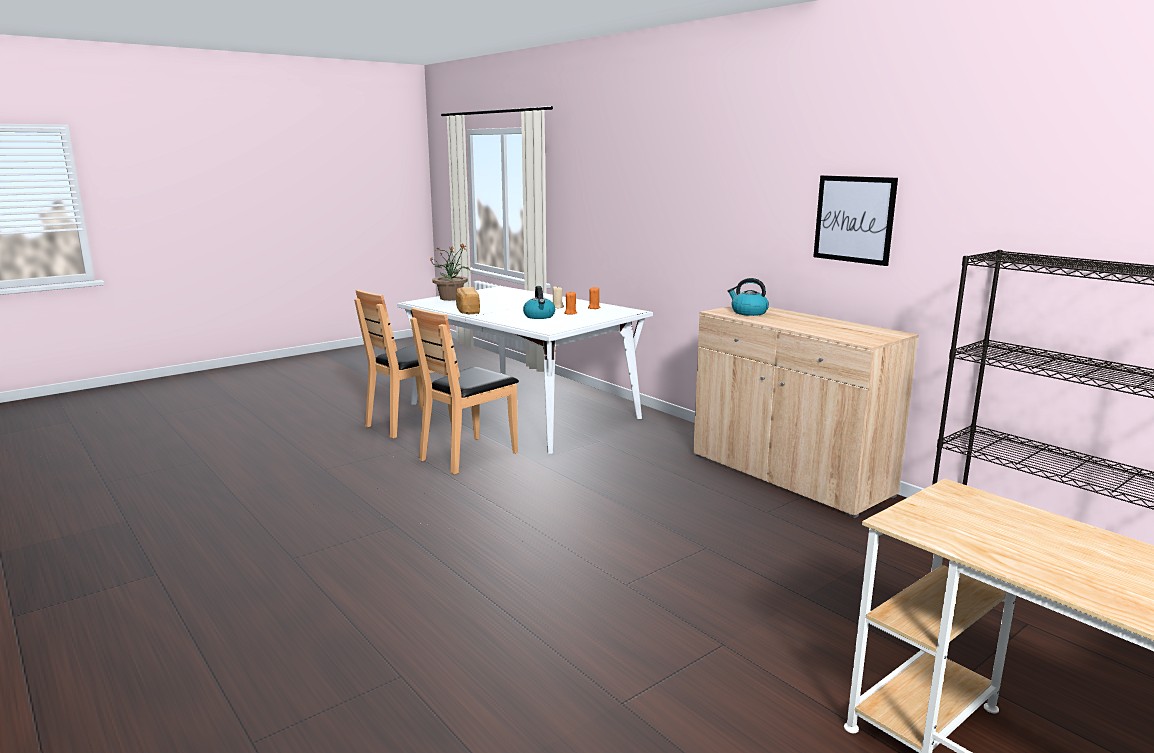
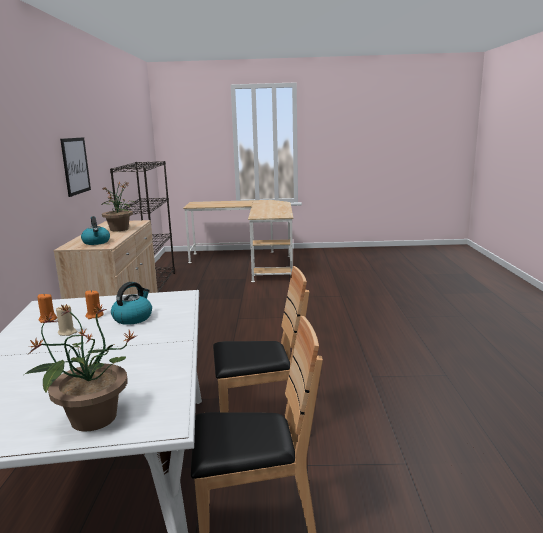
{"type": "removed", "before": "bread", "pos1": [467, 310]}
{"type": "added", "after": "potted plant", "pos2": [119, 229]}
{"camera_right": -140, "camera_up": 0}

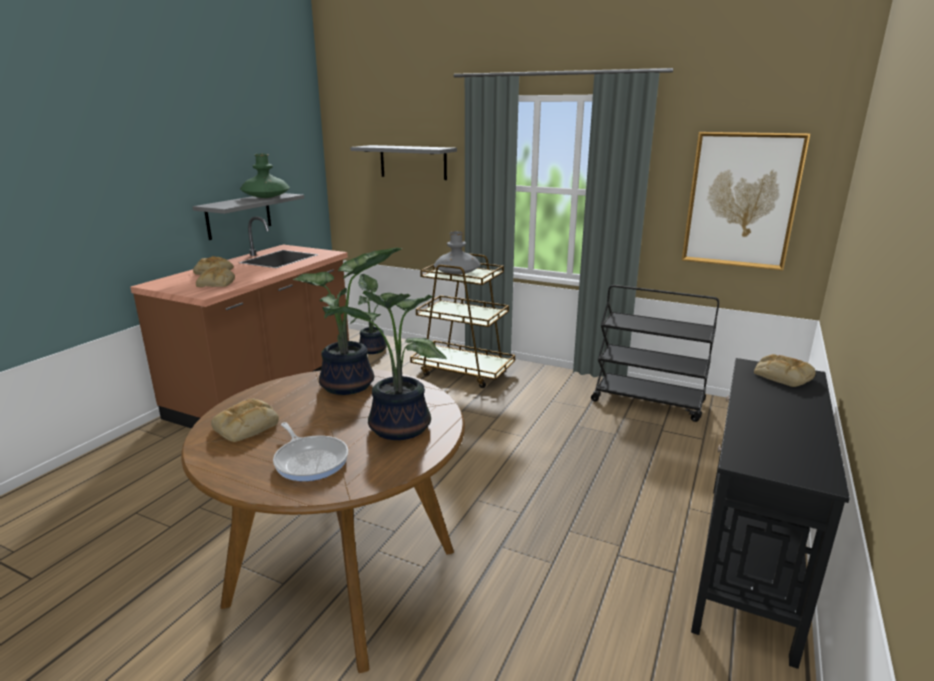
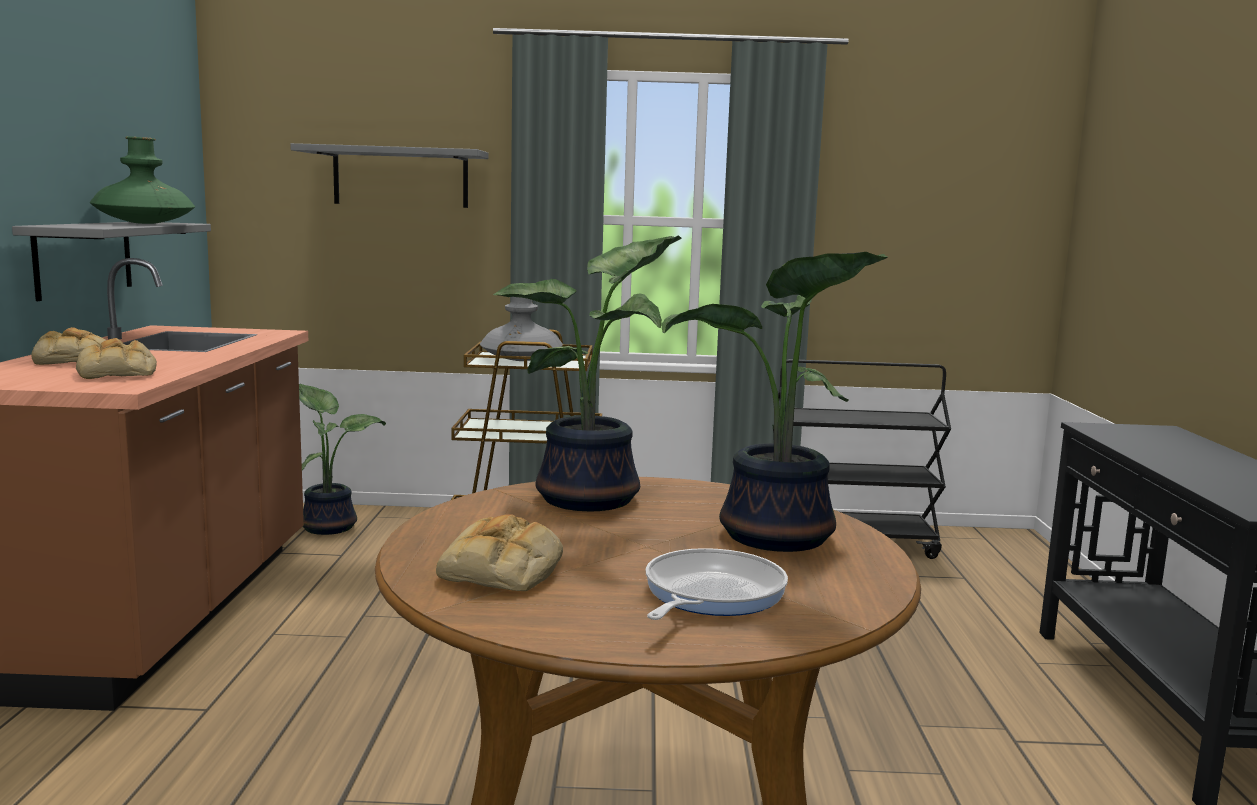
{"type": "turned", "before": "frying pan", "pos1": [310, 460], "pos2": [709, 594], "turn": -90}
{"type": "removed", "before": "picture", "pos1": [741, 200]}
{"type": "removed", "before": "bread", "pos1": [781, 376]}
{"camera_right": -25, "camera_up": -10}

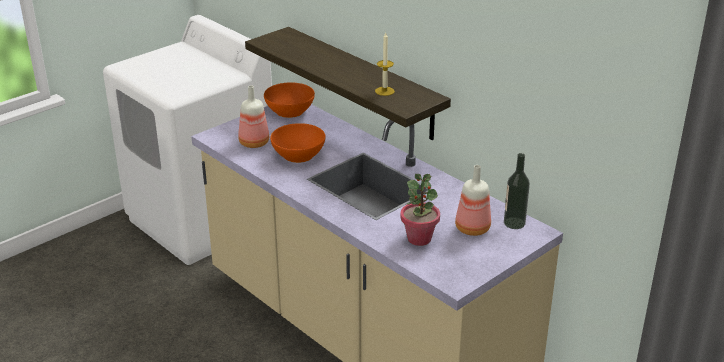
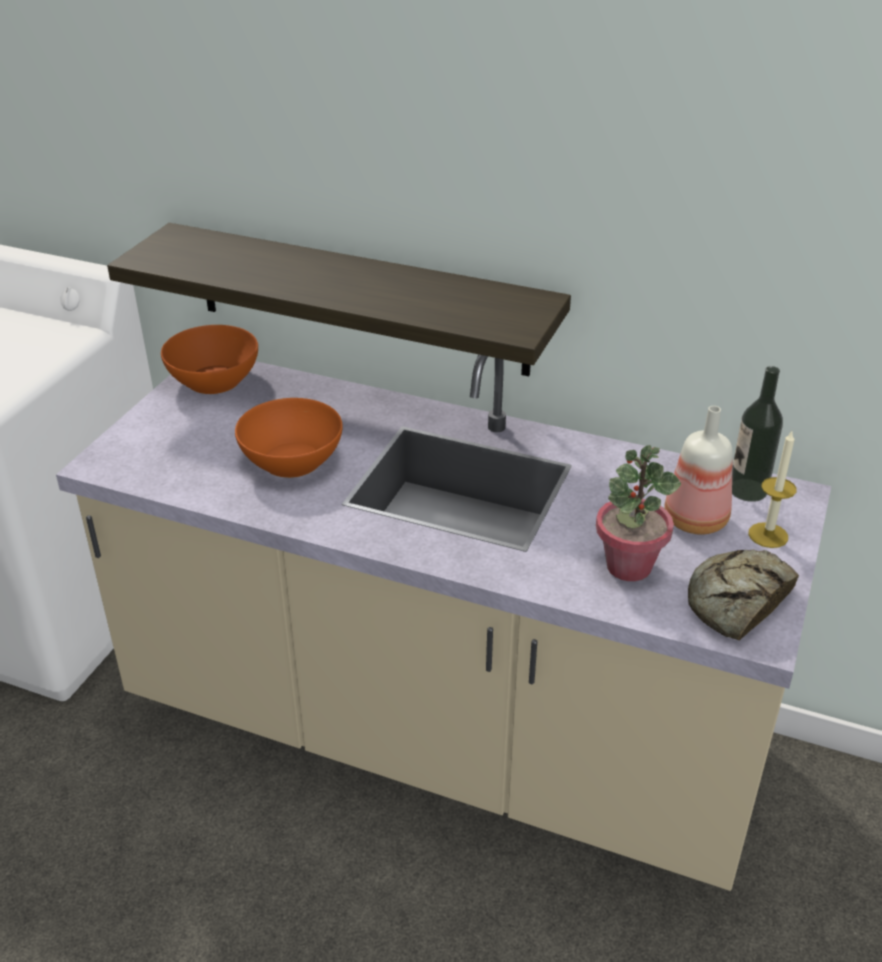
{"type": "removed", "before": "bottle", "pos1": [253, 143]}
{"type": "moved", "before": "candle", "pos1": [384, 91], "pos2": [768, 535]}
{"type": "added", "after": "bread", "pos2": [737, 601]}
{"camera_right": -25, "camera_up": 5}

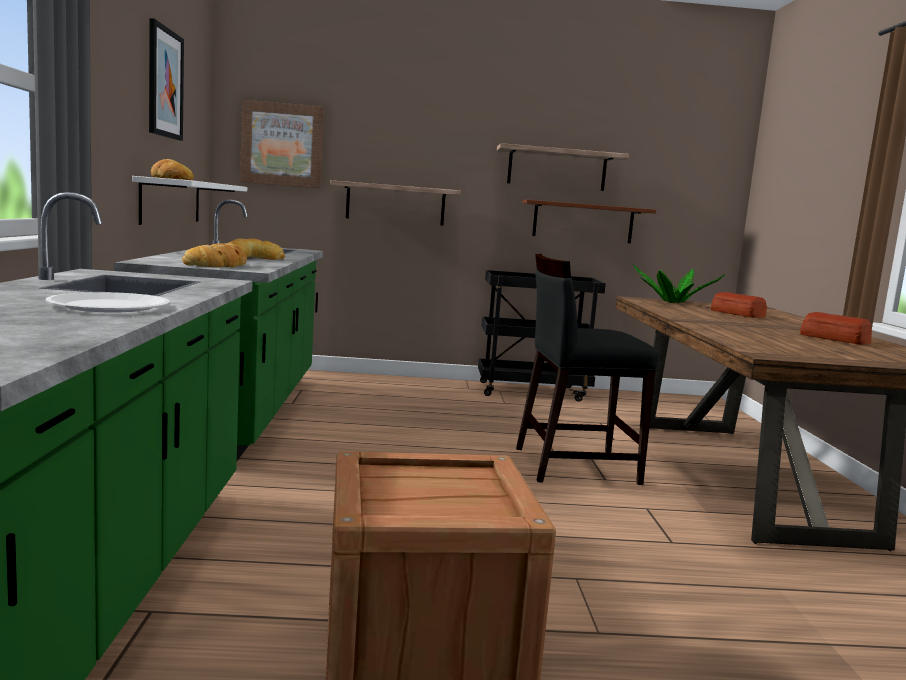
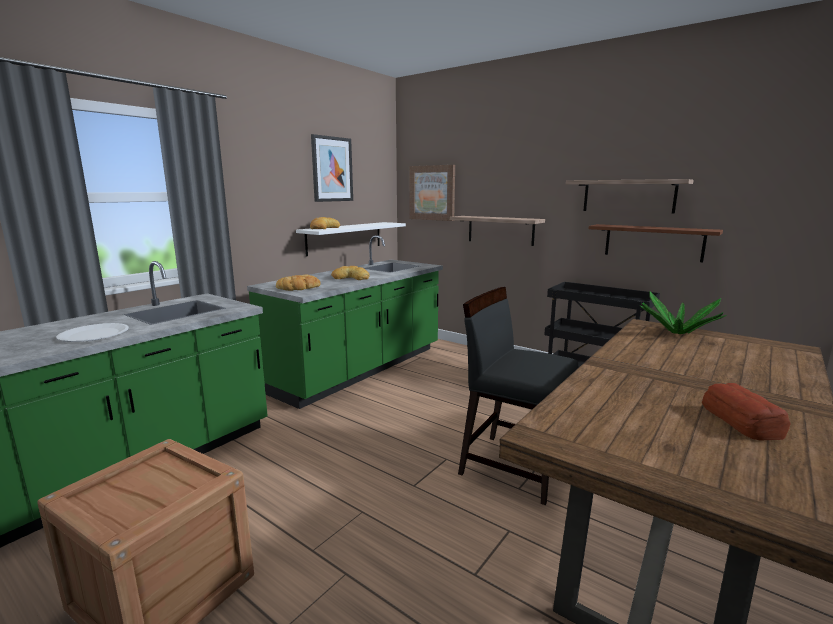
{"type": "removed", "before": "bread", "pos1": [737, 314]}
{"camera_right": 40, "camera_up": 5}

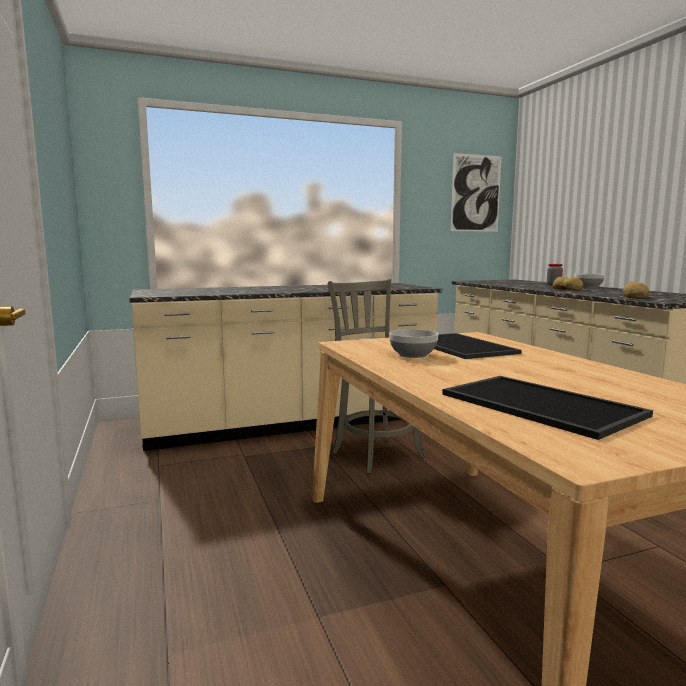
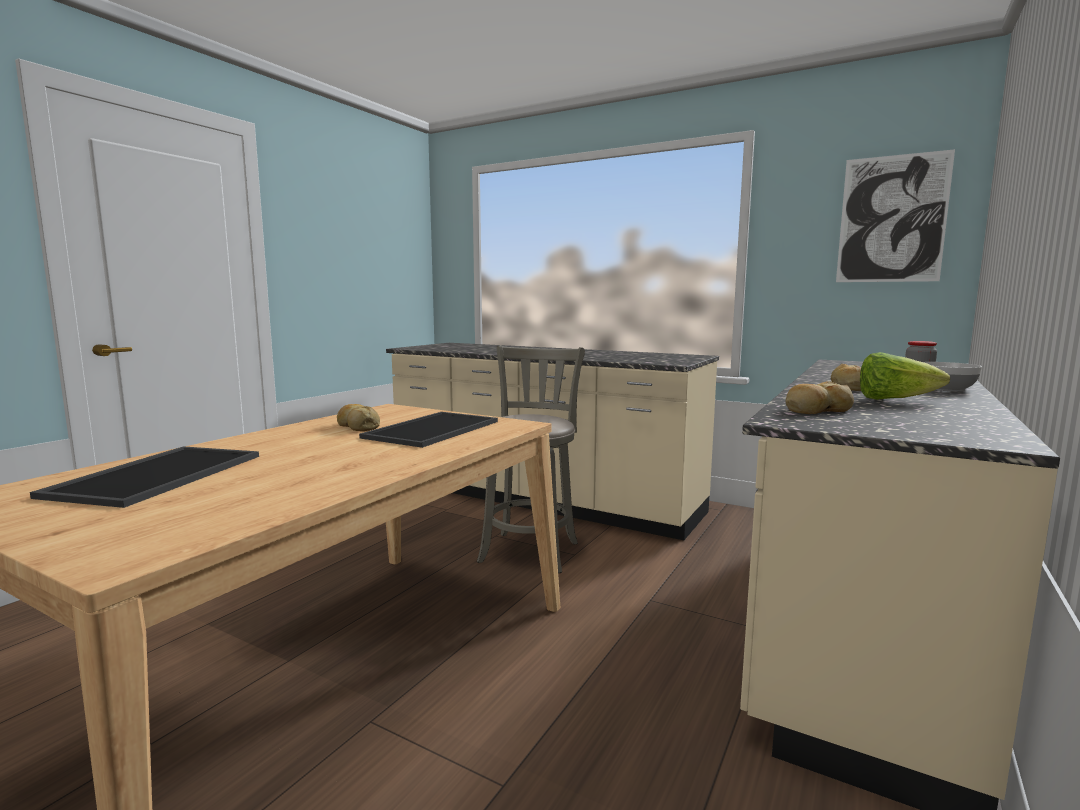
{"type": "replaced", "before": "bowl", "after": "bread", "pos1": [413, 355], "pos2": [358, 426]}
{"type": "added", "after": "lettuce", "pos2": [894, 400]}
{"camera_right": 50, "camera_up": 0}

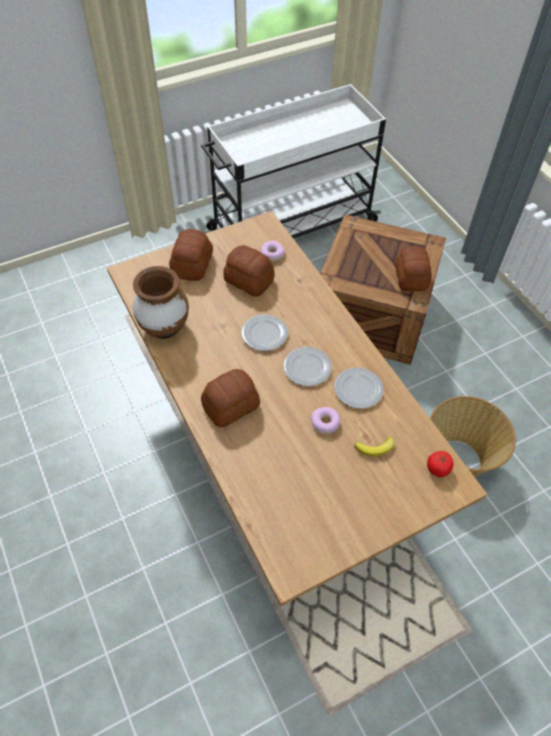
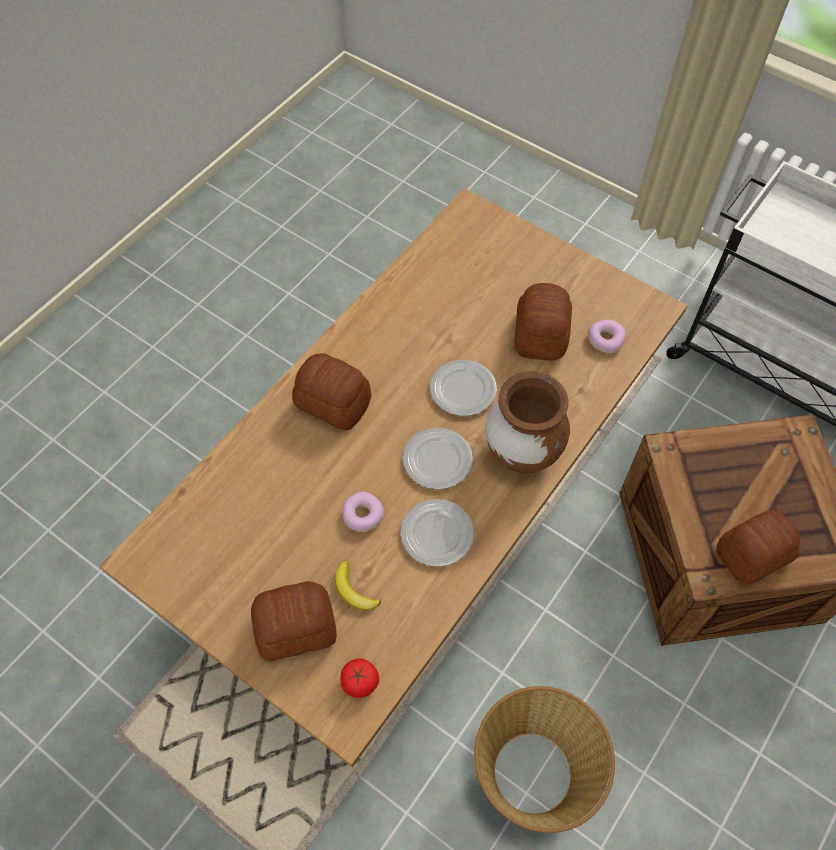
{"type": "moved", "before": "vase (brown)", "pos1": [164, 327], "pos2": [522, 452]}
{"type": "moved", "before": "bread", "pos1": [193, 265], "pos2": [296, 629]}
{"camera_right": 65, "camera_up": 5}

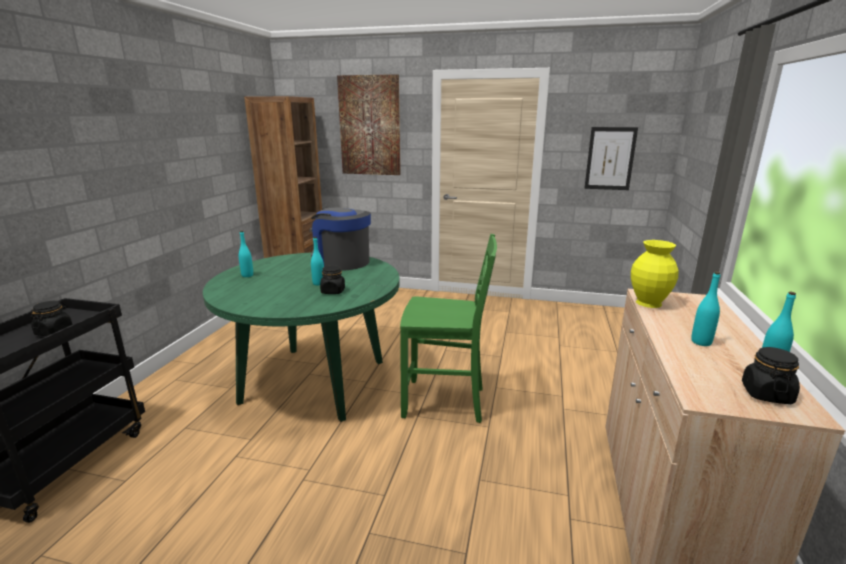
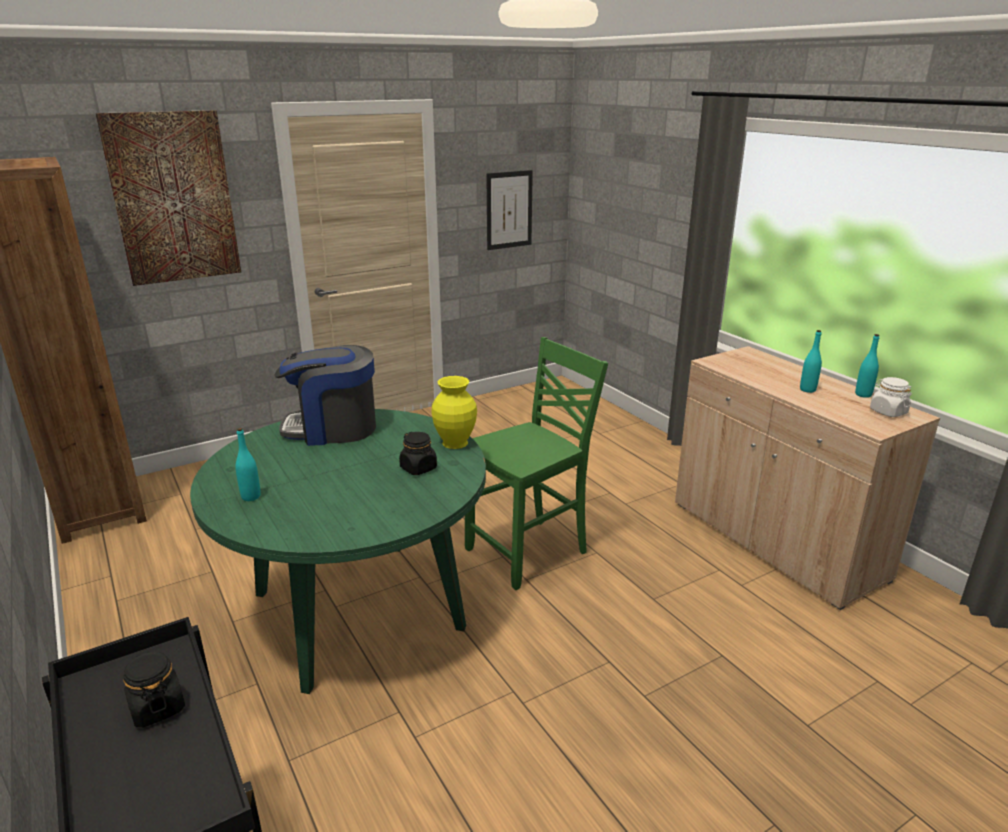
{"type": "removed", "before": "bottle (turquoise)", "pos1": [318, 283]}
{"type": "moved", "before": "vase (yellow)", "pos1": [648, 303], "pos2": [455, 443]}
{"type": "recoloured", "before": "jar (black)", "after": "jar (white)", "pos1": [766, 394], "pos2": [888, 412]}
{"camera_right": -45, "camera_up": 5}

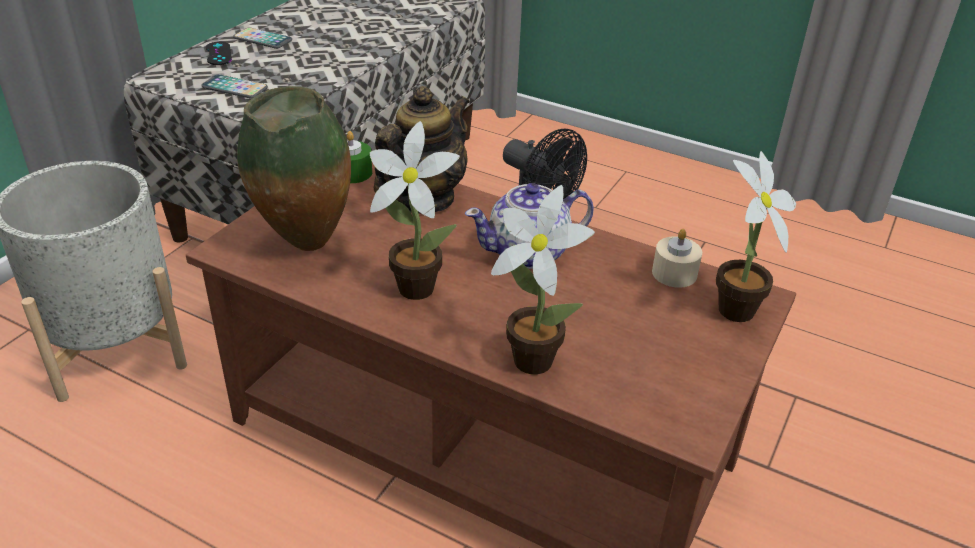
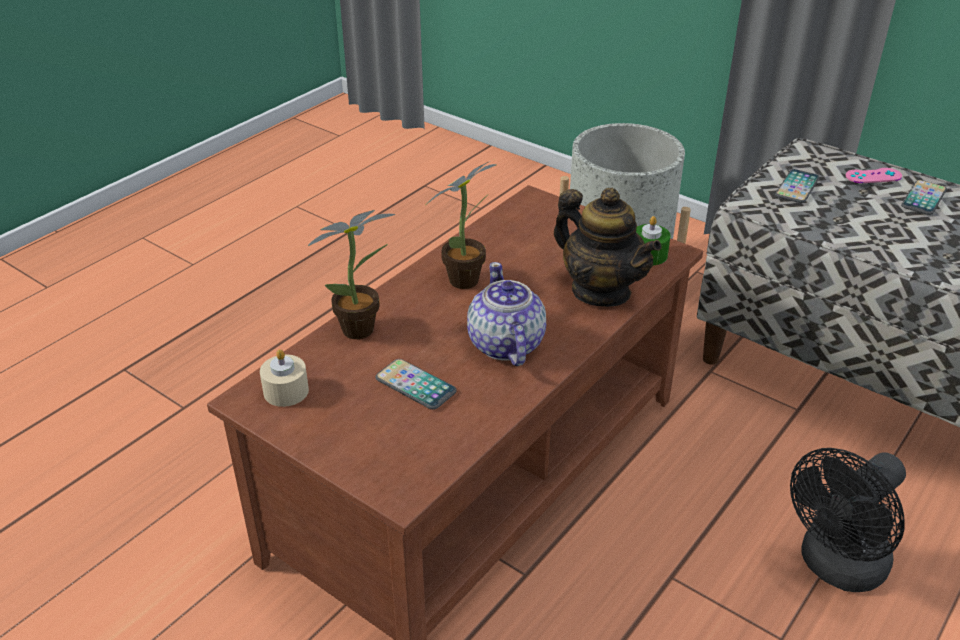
{"type": "recoloured", "before": "game controller (black)", "after": "game controller (pink)", "pos1": [218, 54], "pos2": [873, 176]}
{"type": "removed", "before": "vase", "pos1": [305, 247]}
{"type": "moved", "before": "candle (beige)", "pos1": [674, 273], "pos2": [286, 391]}
{"type": "removed", "before": "potted plant", "pos1": [732, 313]}
{"type": "added", "after": "phone", "pos2": [415, 385]}
{"camera_right": 100, "camera_up": 0}

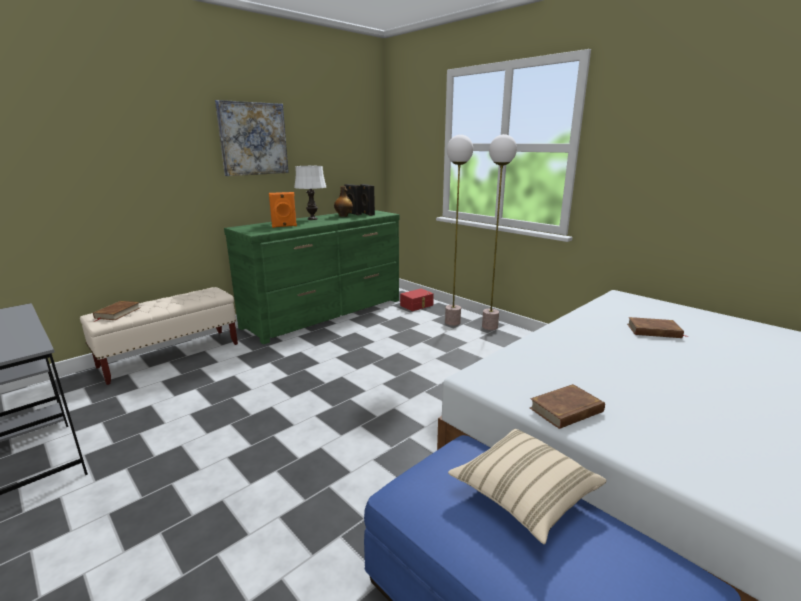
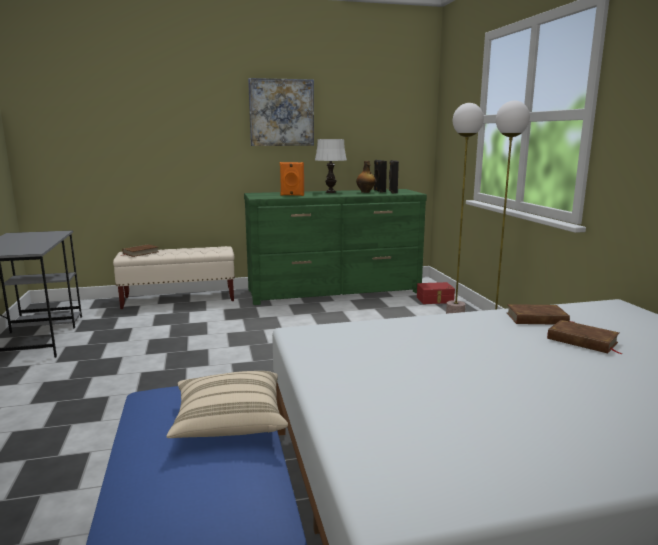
{"type": "moved", "before": "book (brown)", "pos1": [566, 410], "pos2": [537, 319]}
{"camera_right": 30, "camera_up": -5}

